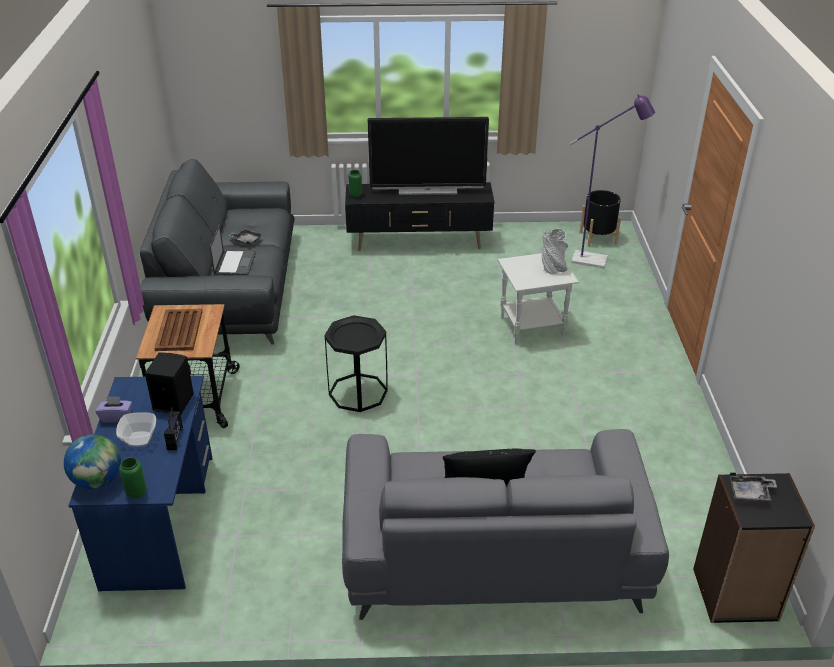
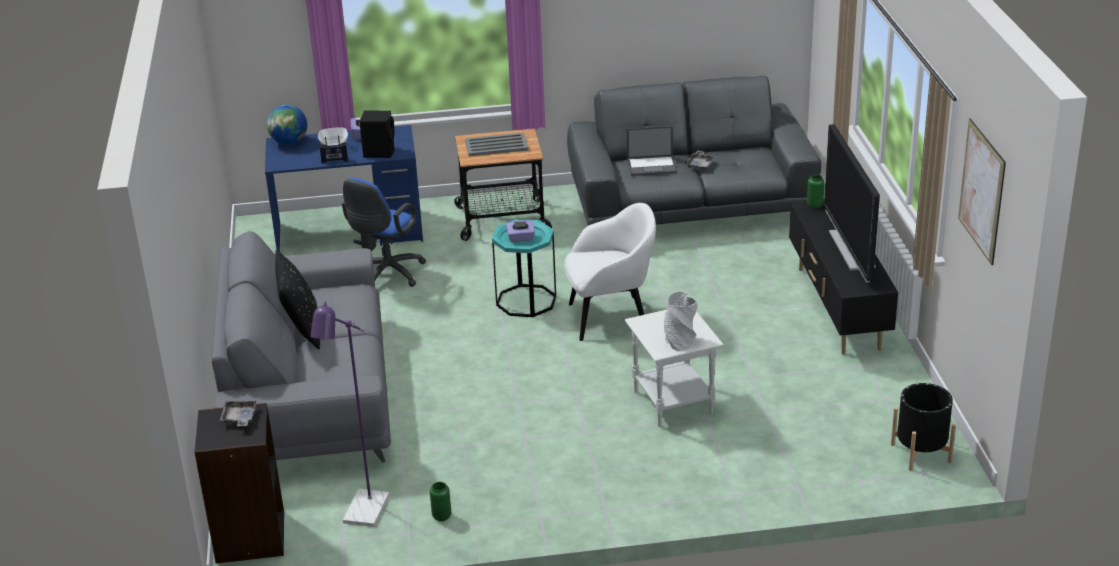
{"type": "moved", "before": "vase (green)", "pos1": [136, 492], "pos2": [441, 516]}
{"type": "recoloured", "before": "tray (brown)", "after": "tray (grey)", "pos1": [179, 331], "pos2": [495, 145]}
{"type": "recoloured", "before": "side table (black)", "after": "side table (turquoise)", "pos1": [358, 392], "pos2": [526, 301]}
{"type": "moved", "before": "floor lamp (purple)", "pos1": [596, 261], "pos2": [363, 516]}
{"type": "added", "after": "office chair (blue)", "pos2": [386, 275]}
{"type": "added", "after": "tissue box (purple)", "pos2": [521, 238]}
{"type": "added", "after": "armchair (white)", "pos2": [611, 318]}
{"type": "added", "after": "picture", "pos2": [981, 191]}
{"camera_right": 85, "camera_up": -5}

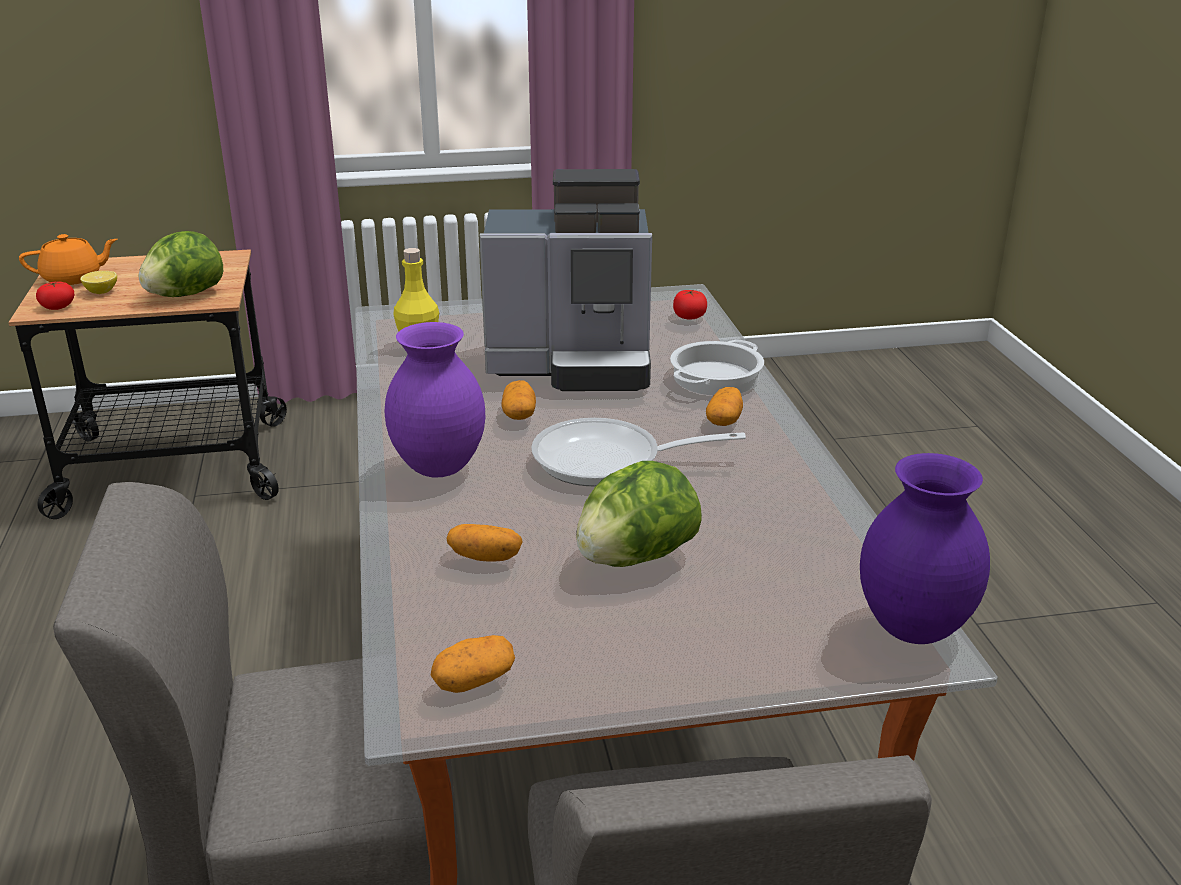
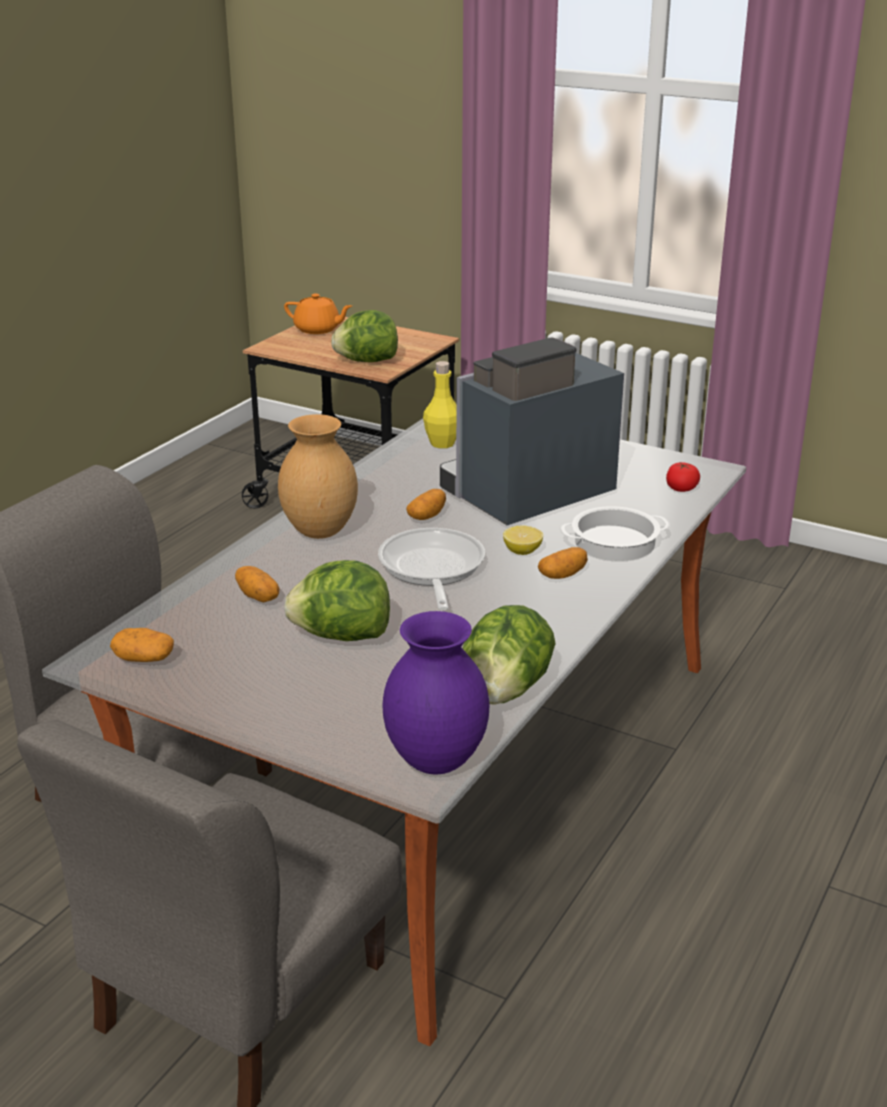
{"type": "removed", "before": "tomato", "pos1": [57, 307]}
{"type": "moved", "before": "lemon", "pos1": [101, 292], "pos2": [522, 551]}
{"type": "recoloured", "before": "vase (purple)", "after": "vase (brown)", "pos1": [440, 467], "pos2": [321, 532]}
{"type": "turned", "before": "coffee machine", "pos1": [575, 365], "pos2": [525, 495], "turn": 105}
{"type": "turned", "before": "frying pan", "pos1": [608, 461], "pos2": [431, 570], "turn": 45}
{"type": "added", "after": "lettuce", "pos2": [505, 692]}
{"camera_right": 40, "camera_up": 0}

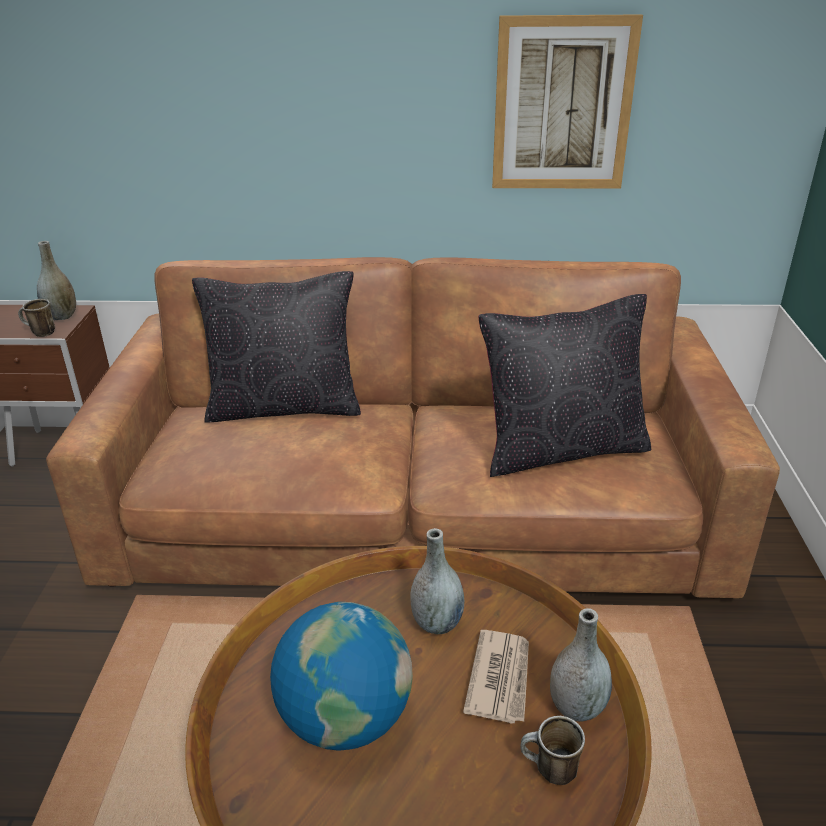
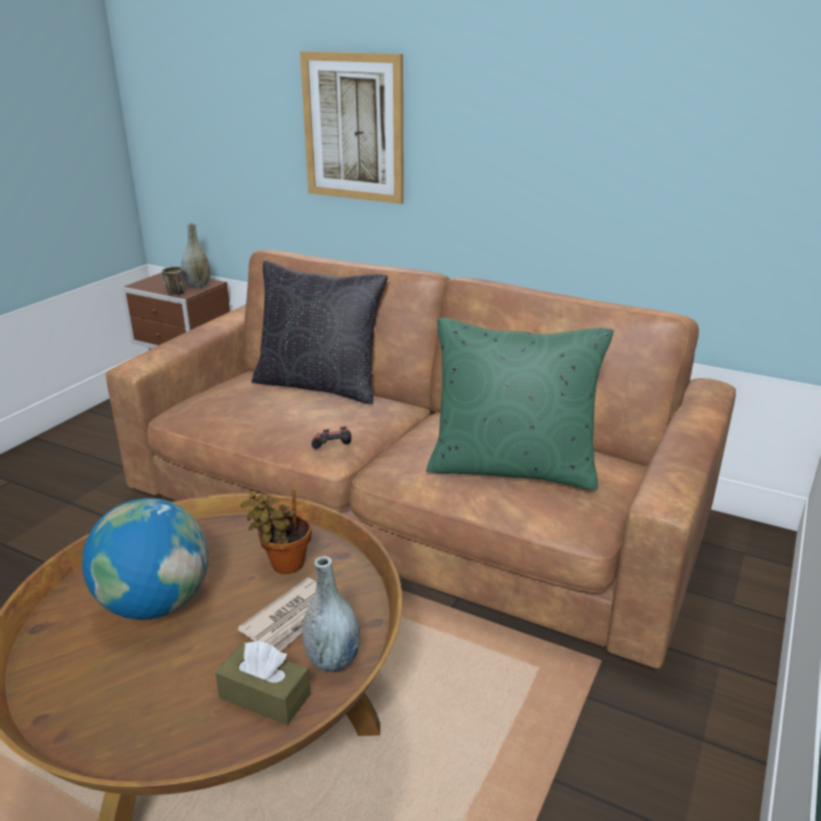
{"type": "replaced", "before": "vase (grey)", "after": "potted plant", "pos1": [437, 623], "pos2": [283, 564]}
{"type": "recoloured", "before": "pillow (black)", "after": "pillow (green)", "pos1": [561, 449], "pos2": [512, 467]}
{"type": "moved", "before": "picture", "pos1": [562, 105], "pos2": [353, 128]}
{"type": "replaced", "before": "mug", "after": "tissue box (brown)", "pos1": [549, 771], "pos2": [265, 696]}
{"type": "added", "after": "game controller", "pos2": [333, 450]}
{"camera_right": 25, "camera_up": -5}

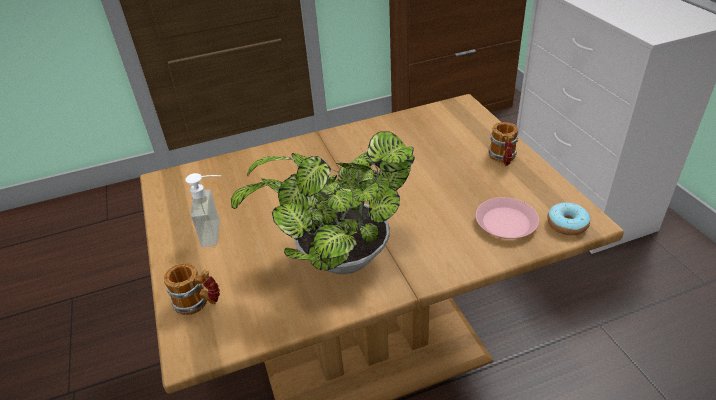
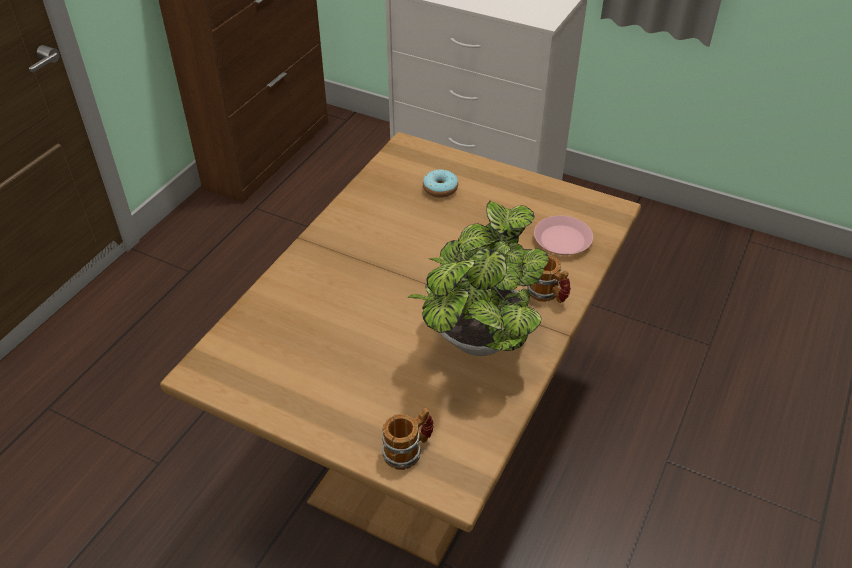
{"type": "removed", "before": "soap dispenser", "pos1": [219, 232]}
{"type": "moved", "before": "mug", "pos1": [503, 159], "pos2": [548, 295]}
{"type": "moved", "before": "donut", "pos1": [567, 224], "pos2": [440, 189]}
{"camera_right": -45, "camera_up": 5}

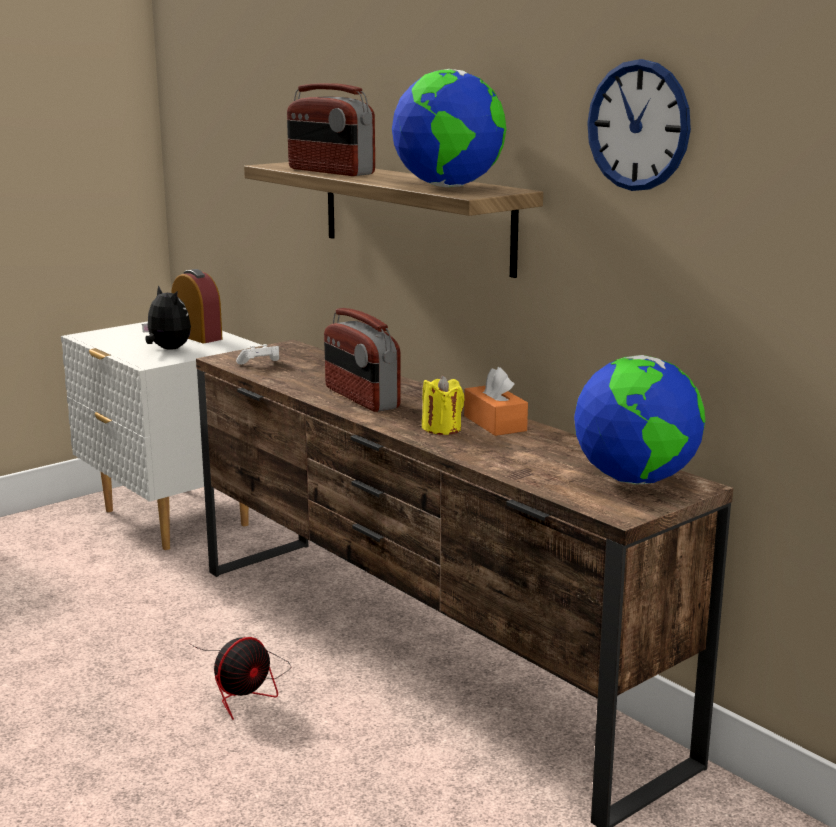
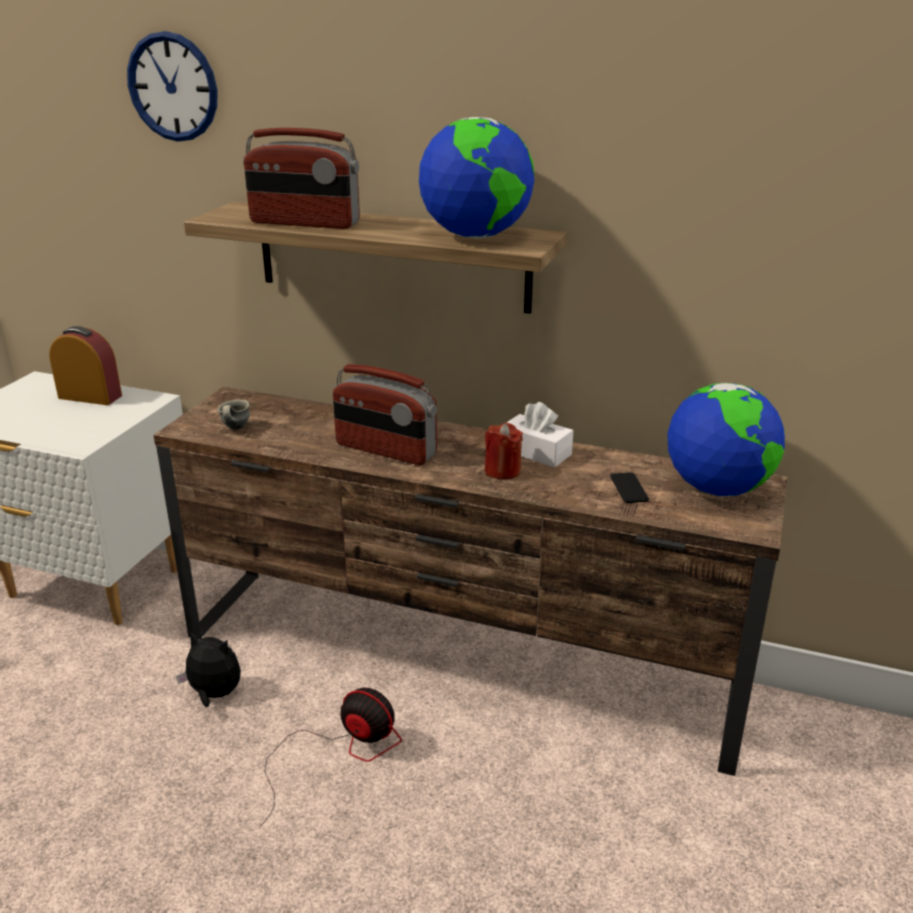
{"type": "moved", "before": "plush toy", "pos1": [167, 349], "pos2": [214, 694]}
{"type": "turned", "before": "fan", "pos1": [246, 686], "pos2": [339, 752], "turn": -75}
{"type": "replaced", "before": "game controller (white)", "after": "mug (grey)", "pos1": [260, 364], "pos2": [233, 428]}
{"type": "recoloured", "before": "candle (yellow)", "after": "candle (red)", "pos1": [442, 429], "pos2": [502, 471]}
{"type": "recoloured", "before": "tissue box (orange)", "after": "tissue box (white)", "pos1": [495, 423], "pos2": [536, 452]}
{"type": "moved", "before": "wall clock", "pos1": [638, 126], "pos2": [173, 87]}
{"type": "added", "after": "phone", "pos2": [629, 488]}
{"camera_right": -30, "camera_up": 10}

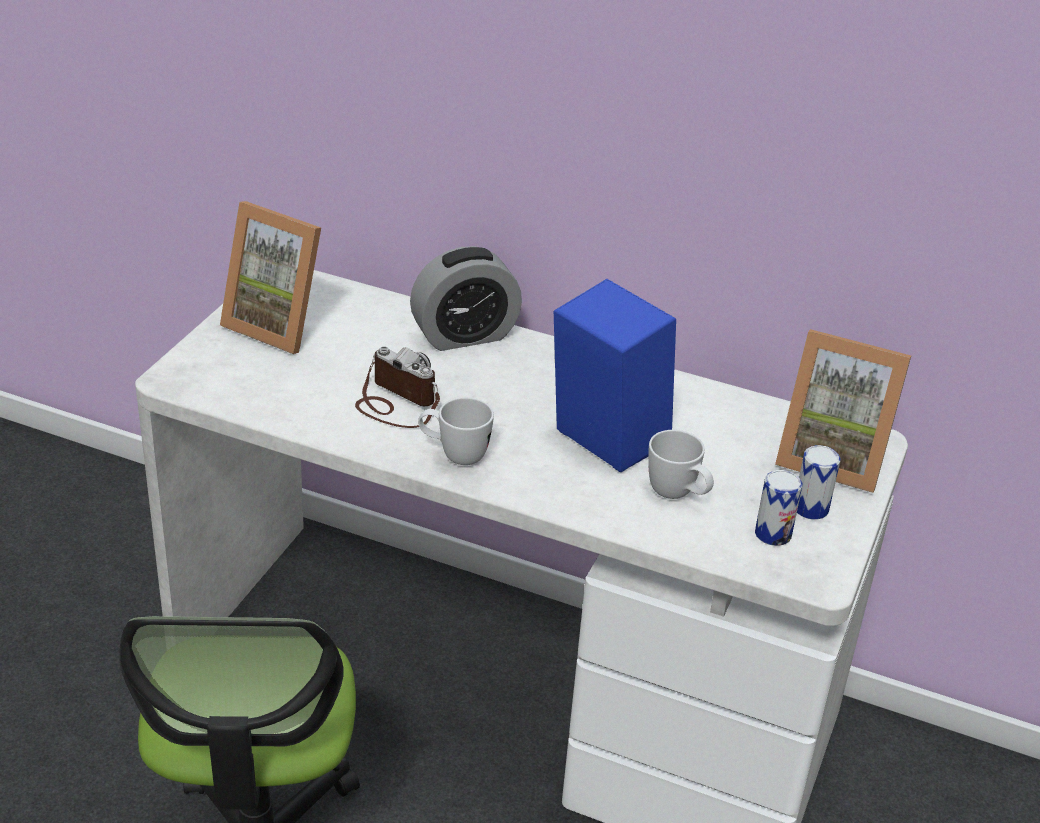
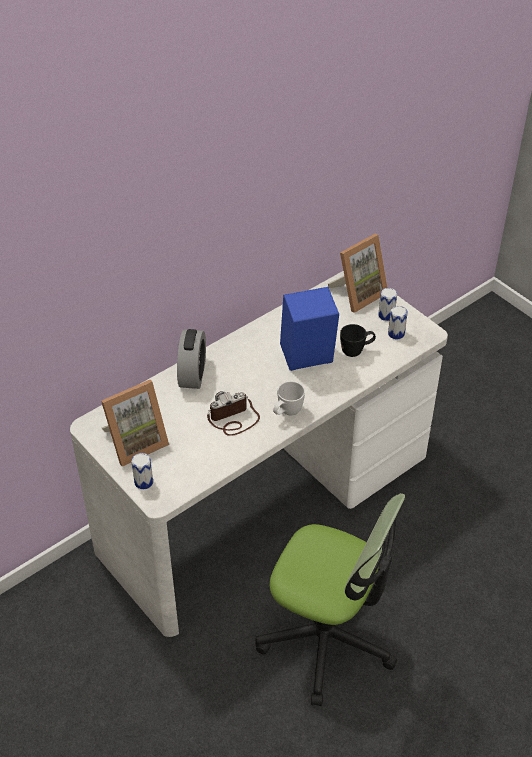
{"type": "recoloured", "before": "mug (white)", "after": "mug (black)", "pos1": [678, 495], "pos2": [356, 351]}
{"type": "added", "after": "can", "pos2": [143, 482]}
{"camera_right": -60, "camera_up": 10}

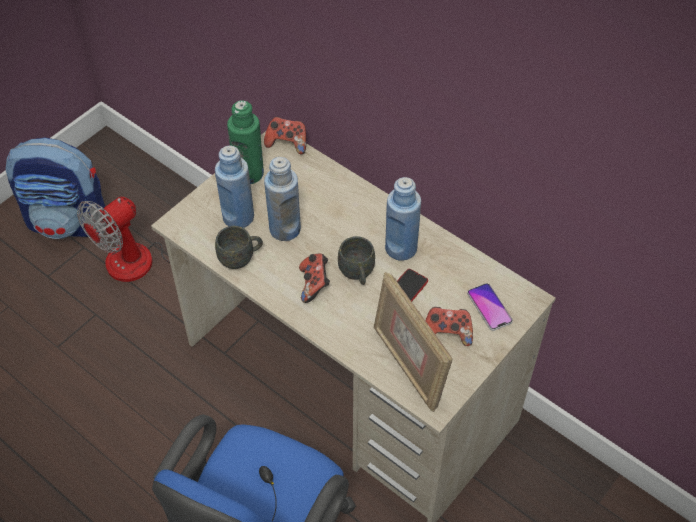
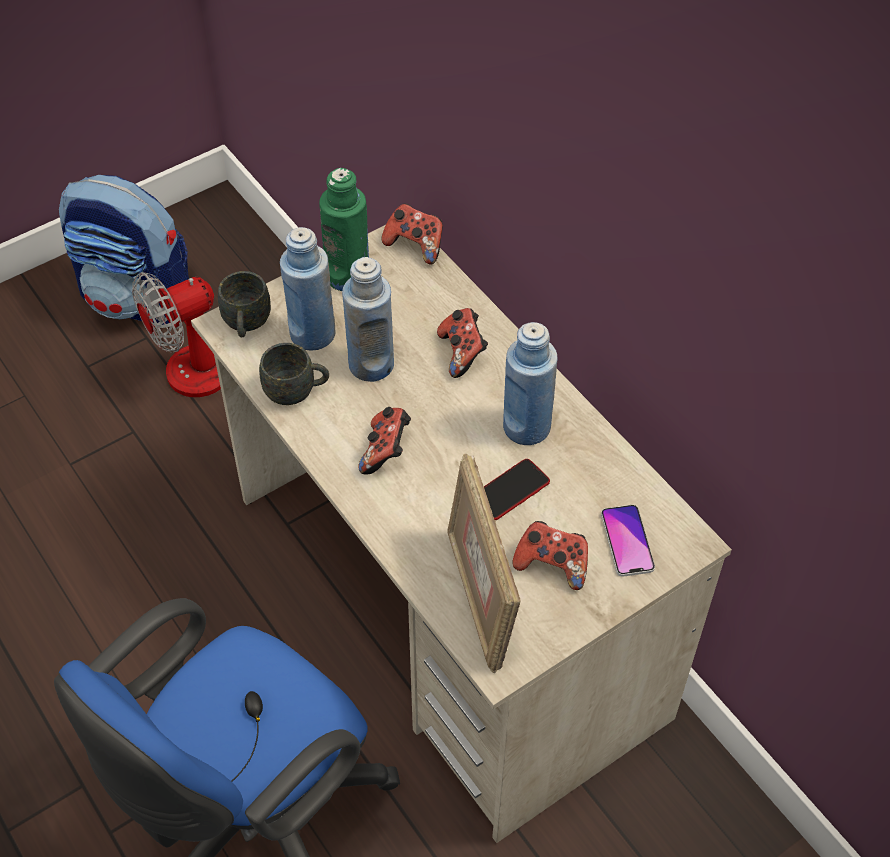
{"type": "moved", "before": "mug (grey)", "pos1": [357, 274], "pos2": [246, 325]}
{"type": "added", "after": "game controller", "pos2": [462, 353]}
{"camera_right": 15, "camera_up": 0}

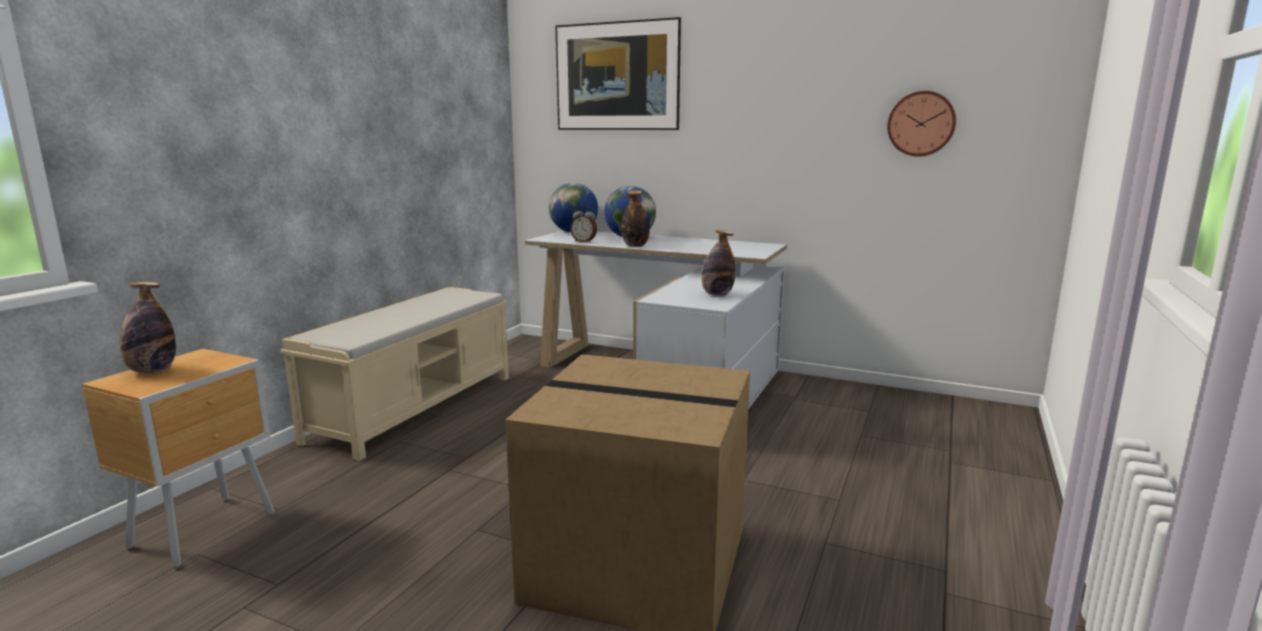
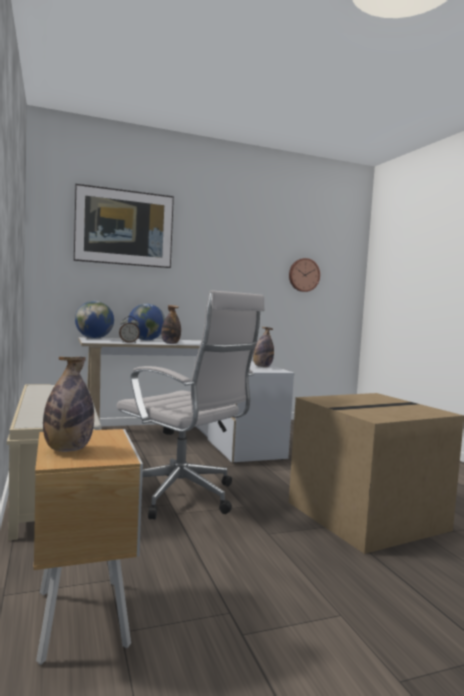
{"type": "added", "after": "office chair (white)", "pos2": [184, 497]}
{"camera_right": -45, "camera_up": -10}

